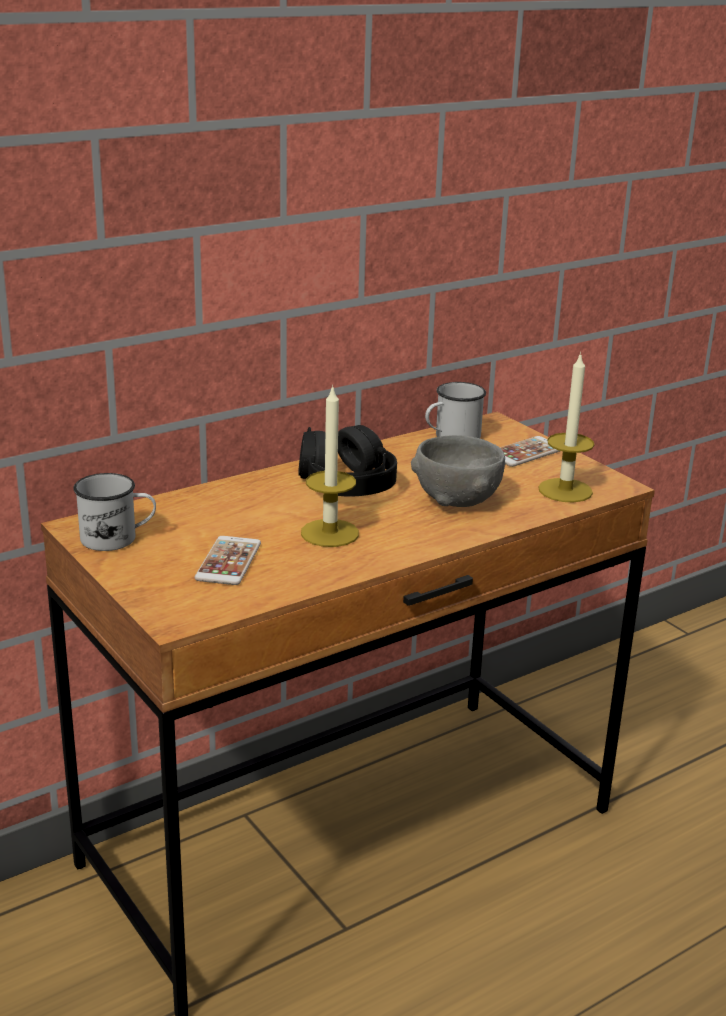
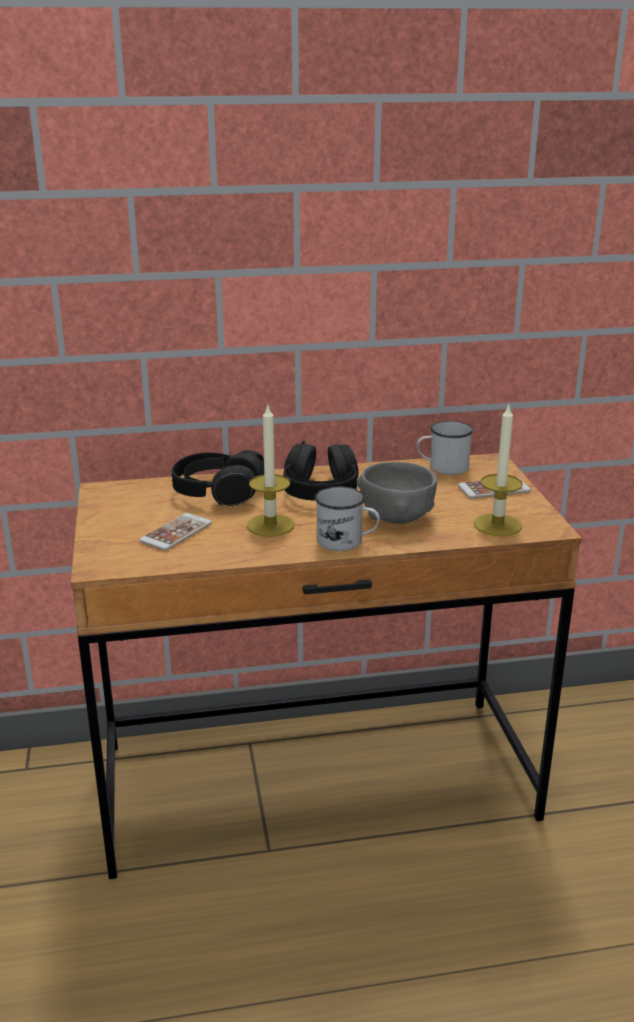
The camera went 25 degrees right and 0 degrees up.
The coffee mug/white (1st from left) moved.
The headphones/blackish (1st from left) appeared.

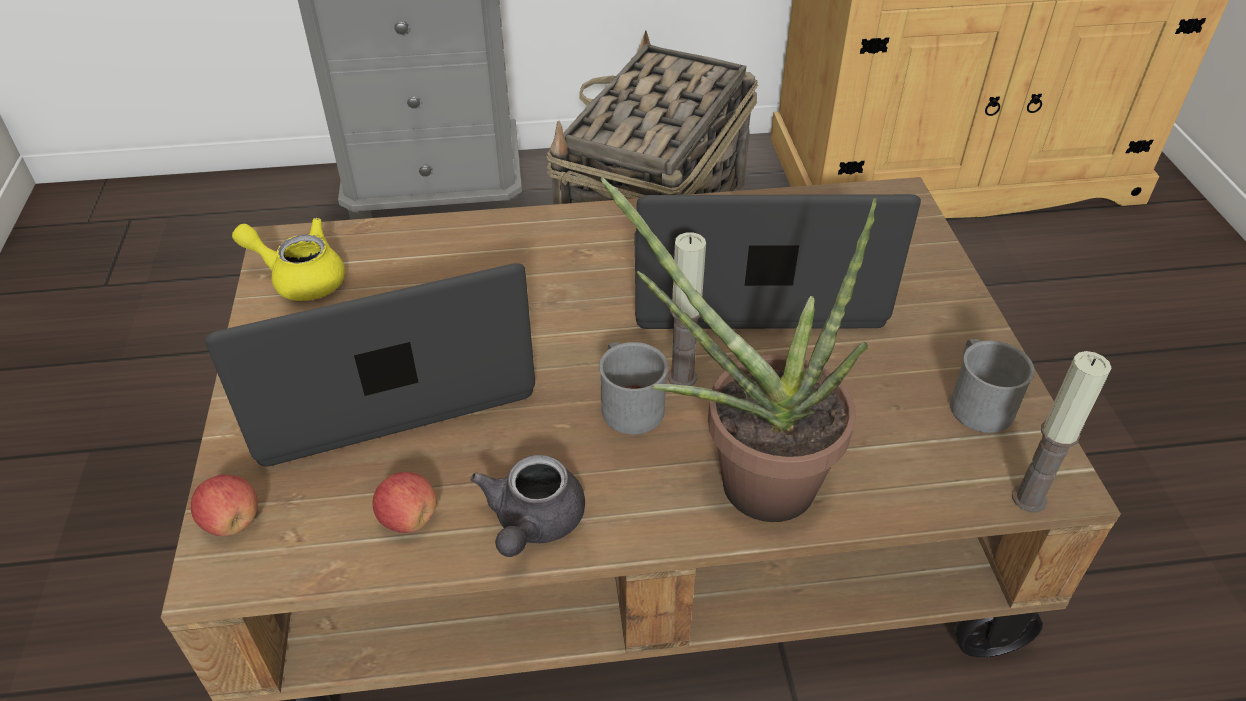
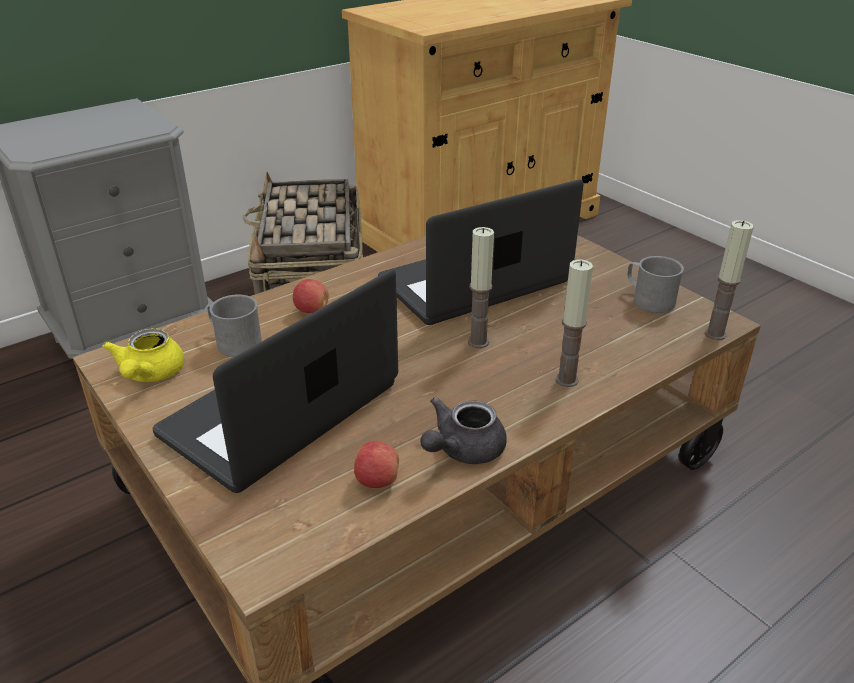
The camera went 30 degrees left and 10 degrees down.
The apple (1st from left) moved.
The teapot/yellowish turned 75 degrees counterclockwise.
The teapot/greyish turned 60 degrees clockwise.
The coffee mug/greyish (1st from left) moved.
The potted plant was replaced by the wax candle (2nd from left).

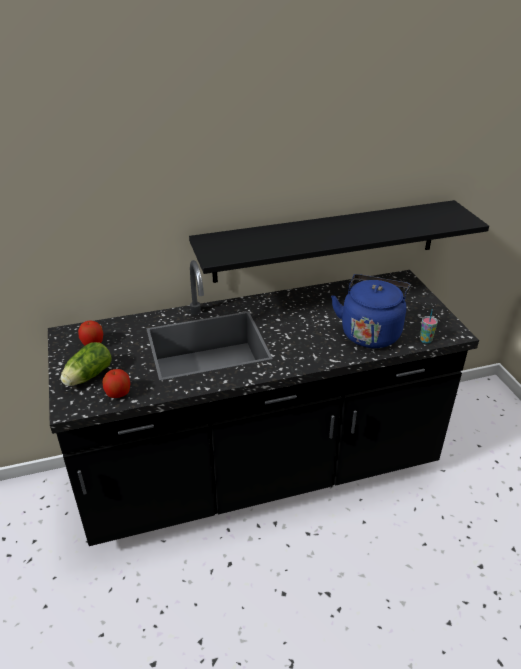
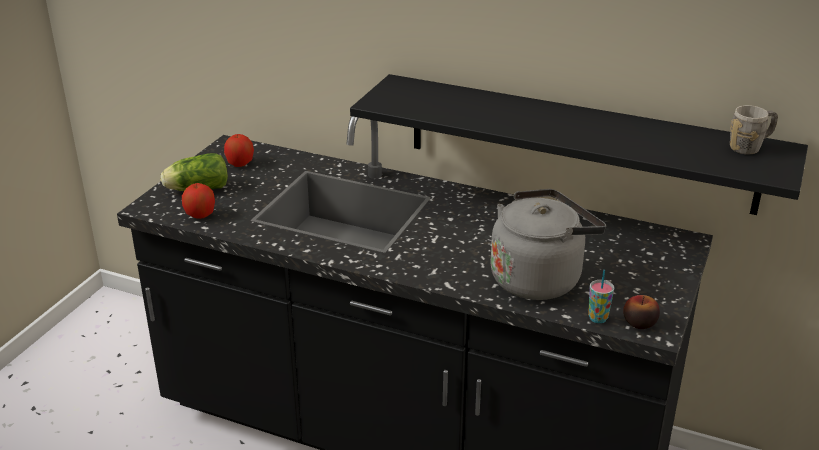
The camera went 40 degrees right and 5 degrees down.
The water kettle/bluish became the water kettle/greyish.
The apple (3rd from left) appeared.
The coffee mug/greyish appeared.

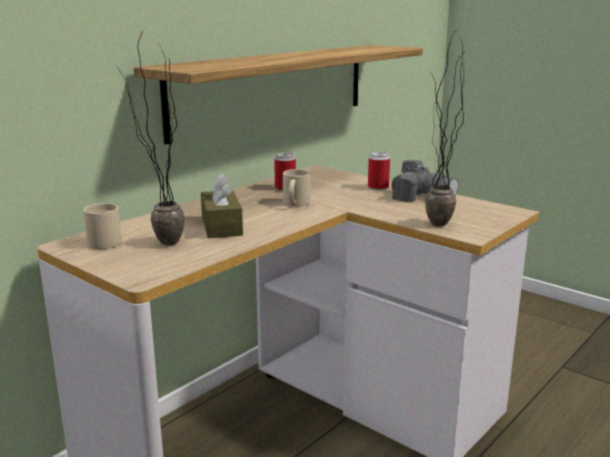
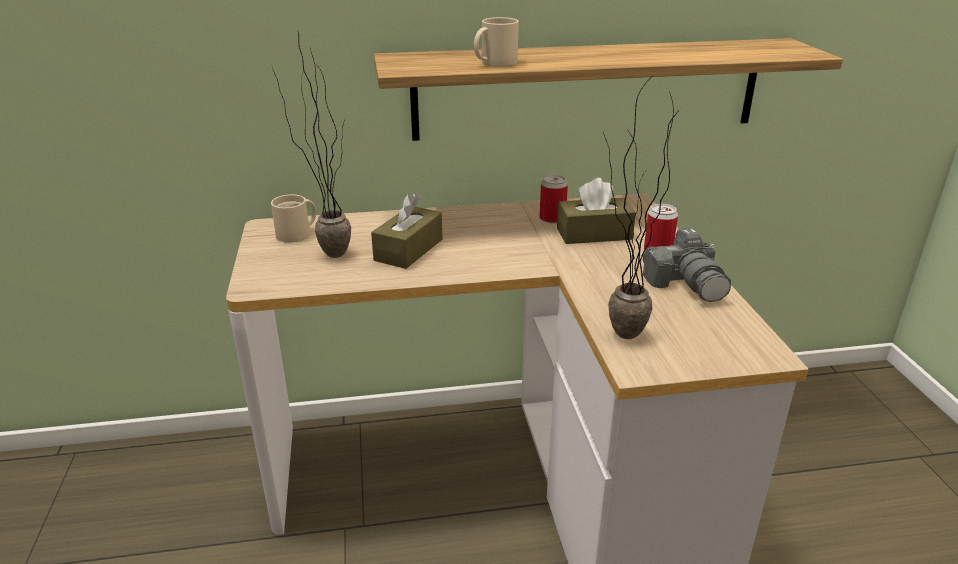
The camera went 40 degrees right and 10 degrees up.
The coffee mug/sand-coloured (2nd from left) moved.
The tissue box/brown-coloured (2nd from left) appeared.

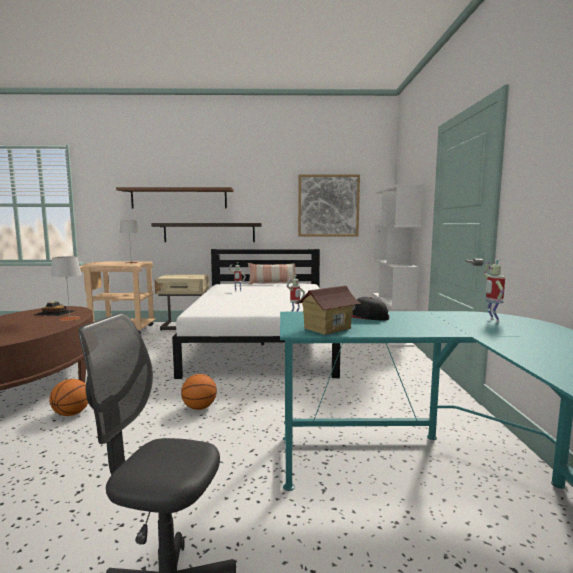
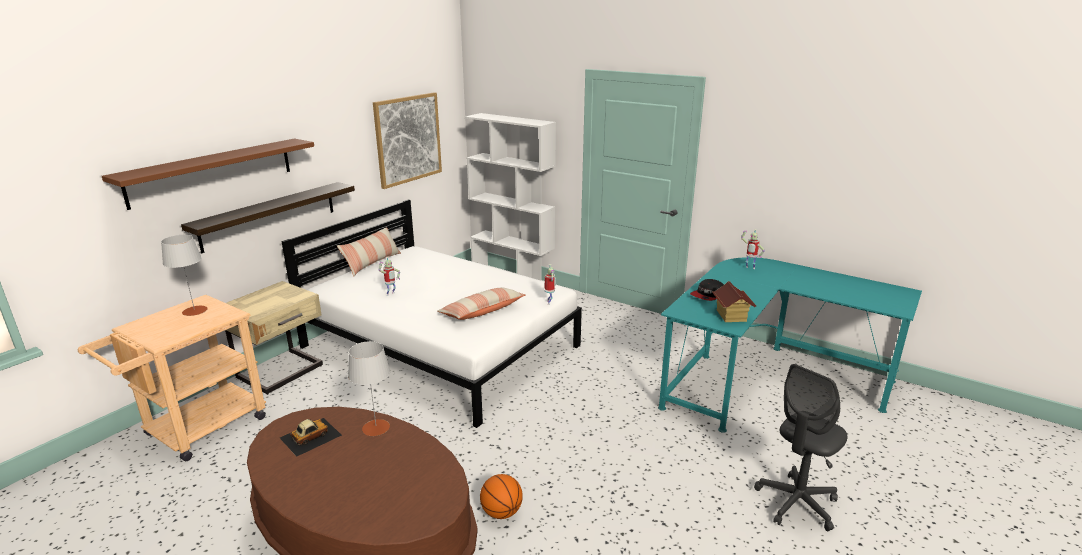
The camera went 55 degrees left and 15 degrees up.
The basketball (2nd from left) disappeared.
The cushion (2nd from left) appeared.

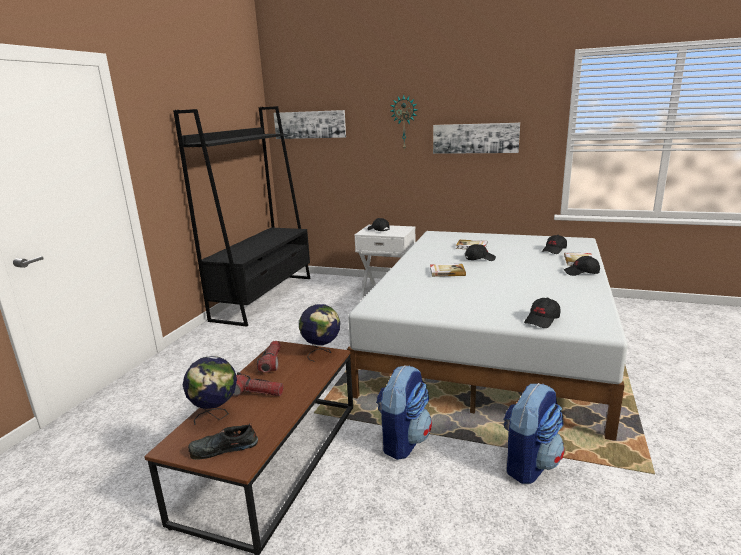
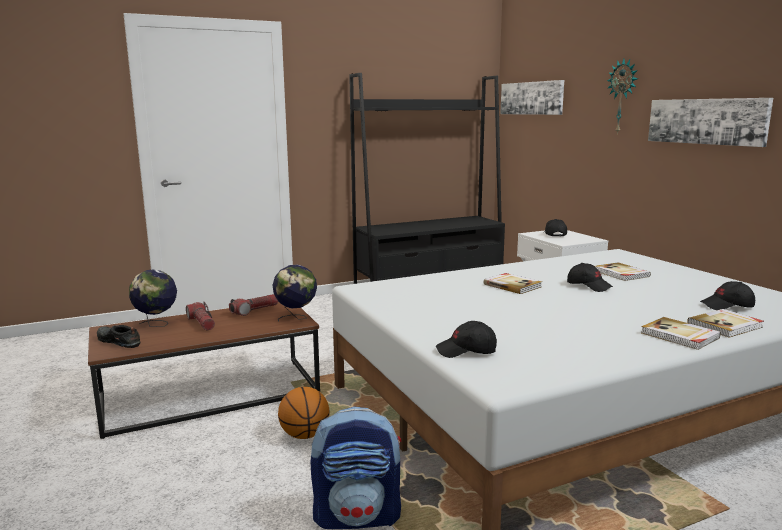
The camera went 45 degrees right and 5 degrees down.
The backpack (1st from left) was replaced by the basketball.
The cap/blackish (5th from left) was replaced by the book (3rd from left).

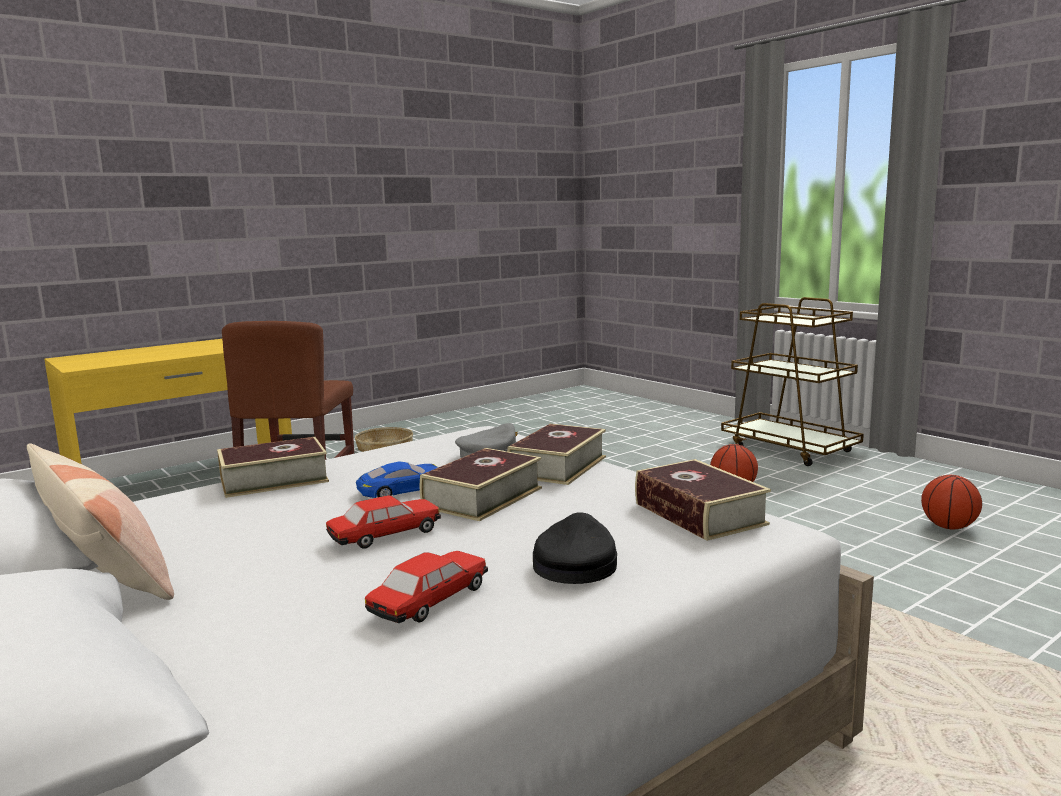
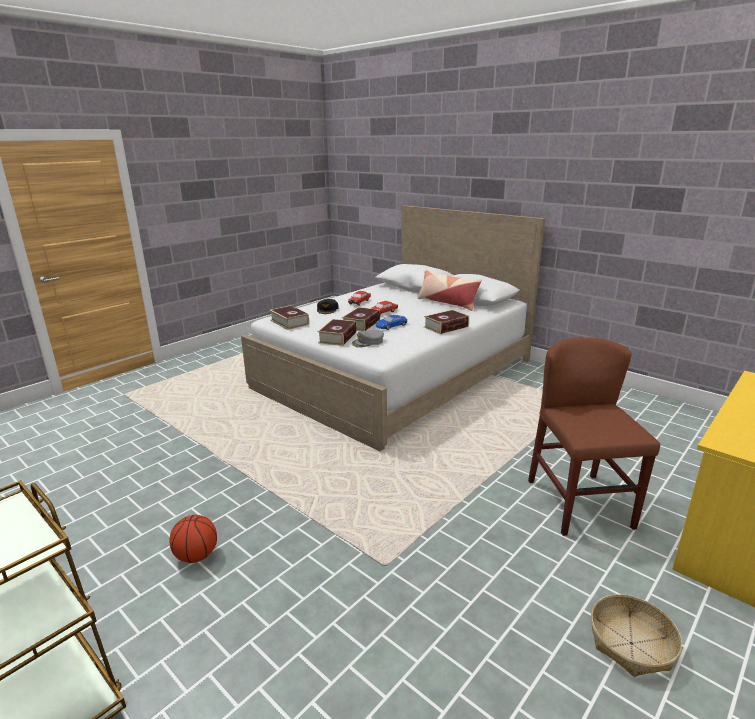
The camera went 170 degrees right and 10 degrees up.
The basketball (2nd from left) disappeared.

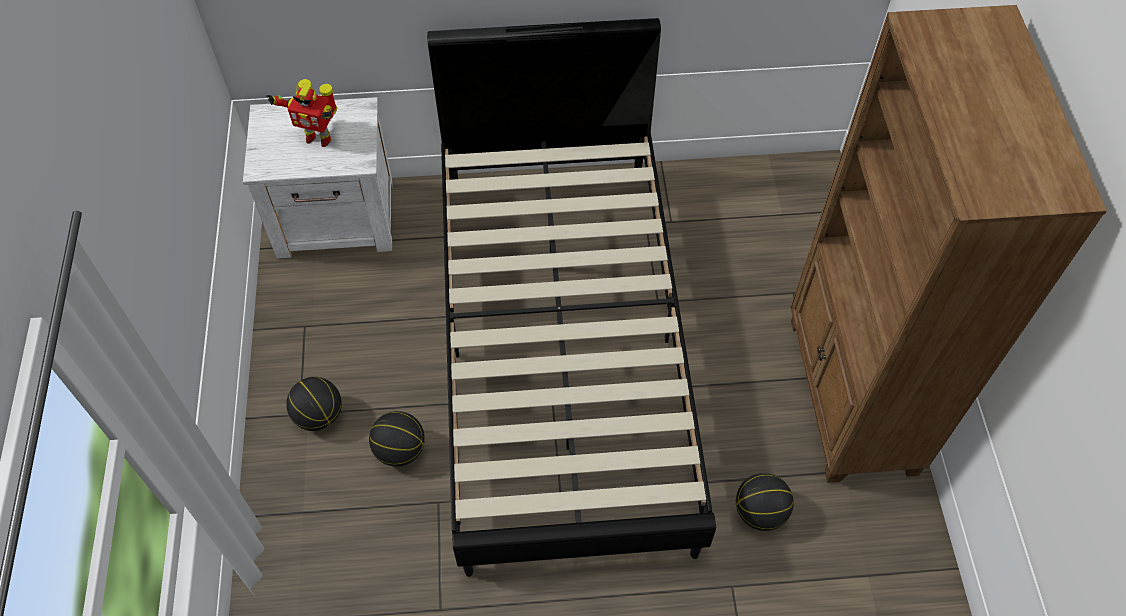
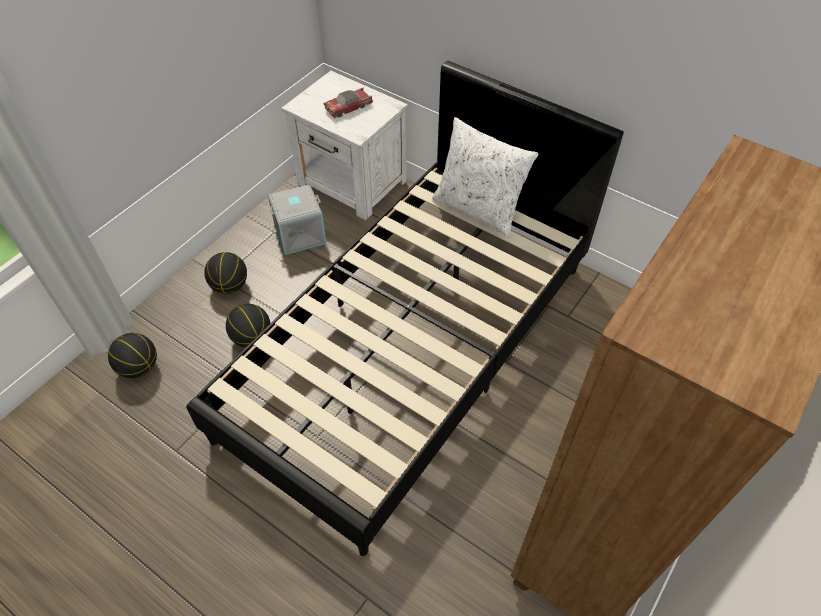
The camera went 40 degrees right and 5 degrees down.
The robot figure was replaced by the miniature car.
The basketball (3rd from left in the first image) moved.
The storage box/greyish appeared.
The cushion/white appeared.

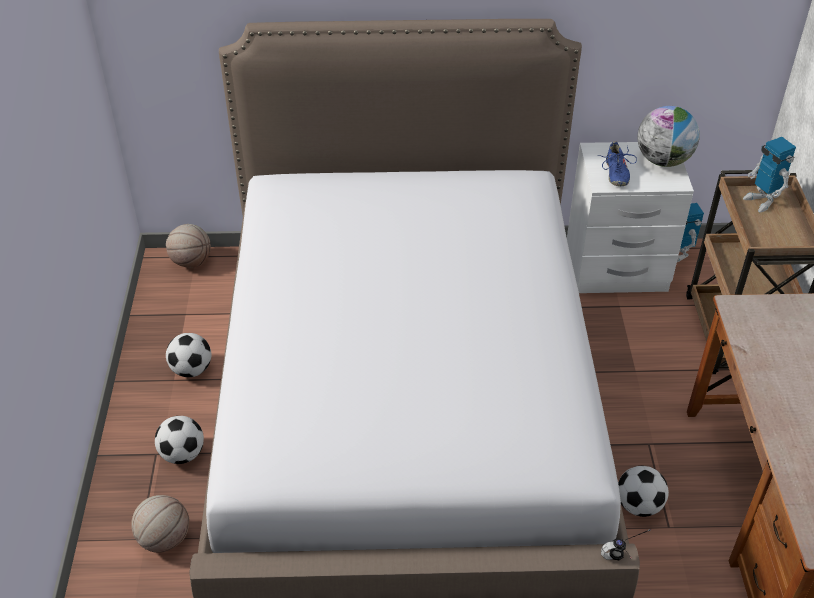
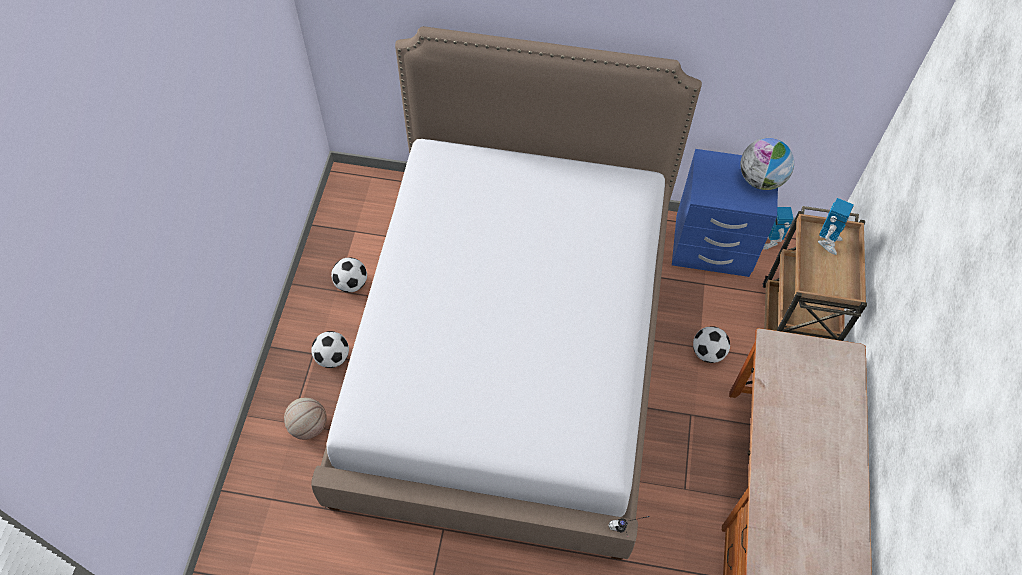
The camera went 10 degrees right and 15 degrees up.
The basketball (2nd from left) disappeared.
The bedside table/white became the bedside table/bluish.
The item of footwear/bluish disappeared.
The ball for football (3rd from left) moved.
The robot figure (2nd from left) turned 135 degrees counterclockwise.

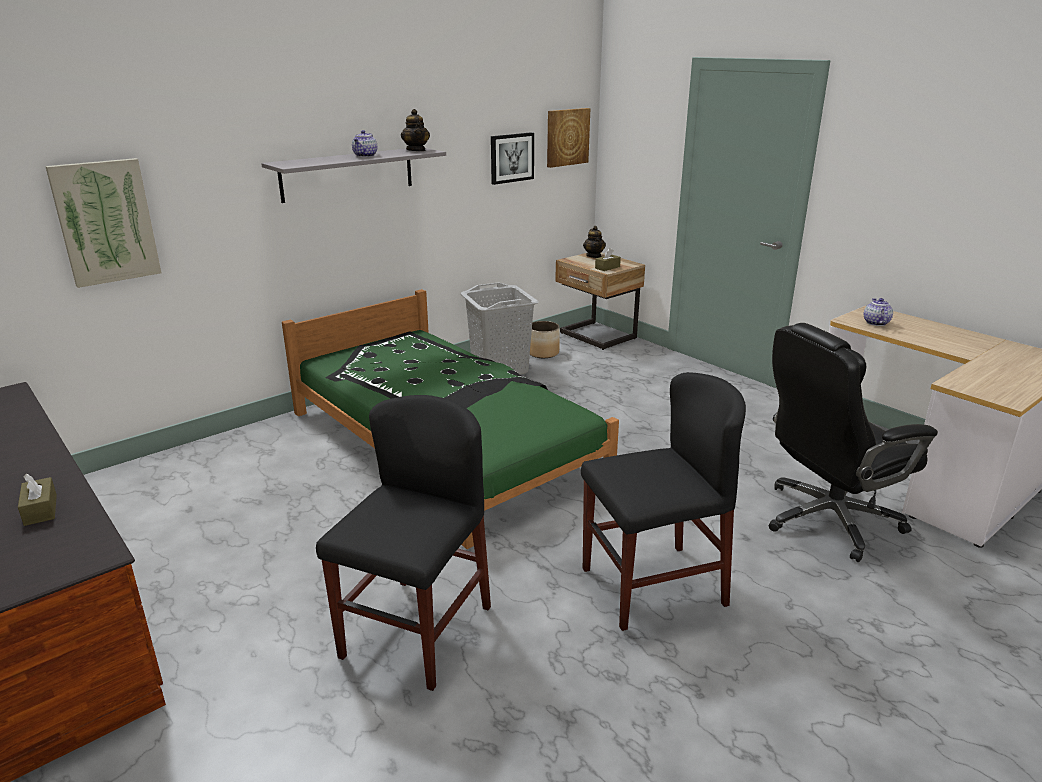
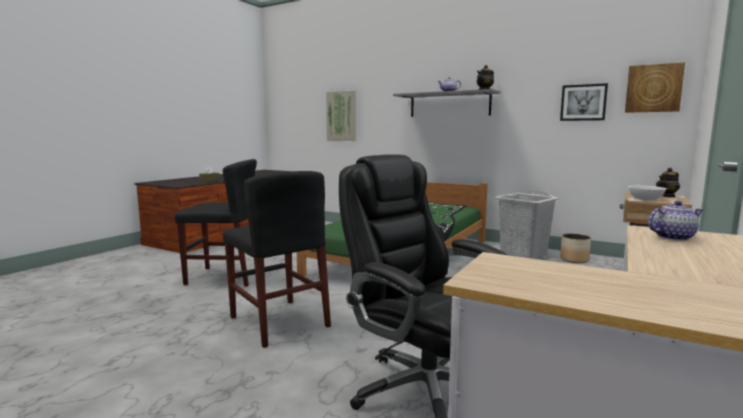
The camera went 70 degrees right and 15 degrees down.
The tissue box/brown-coloured (2nd from left) was replaced by the deep dish/white.

